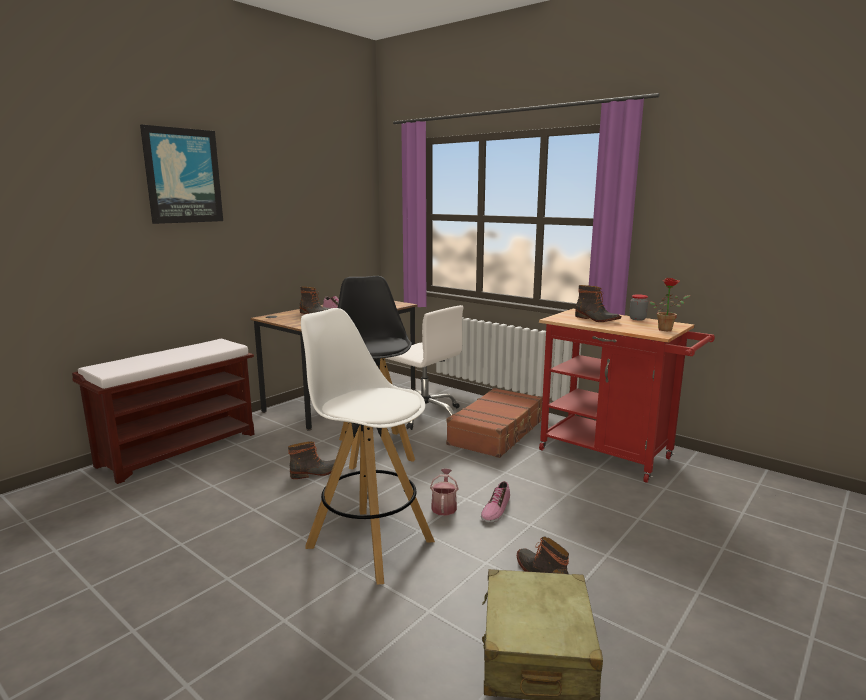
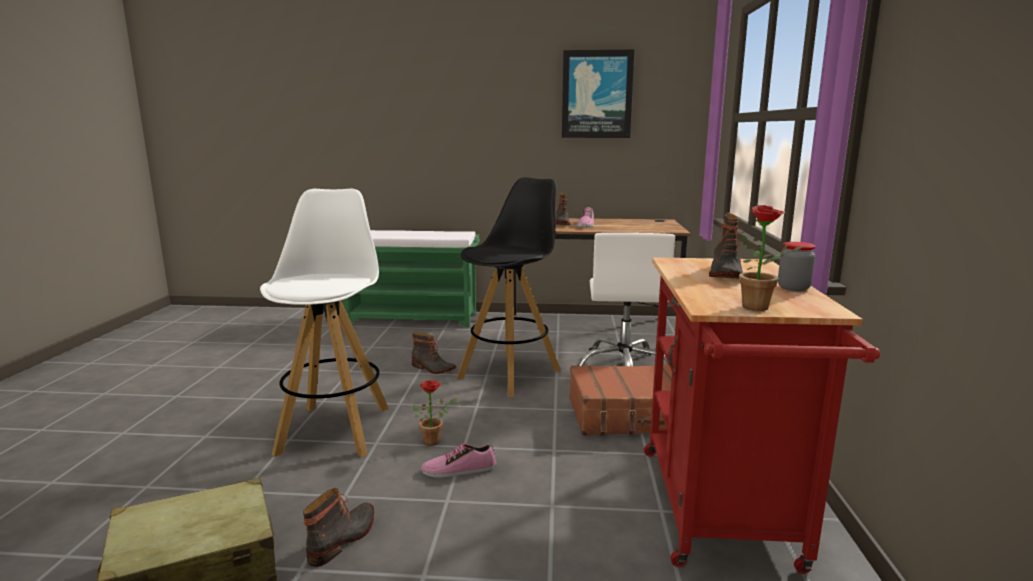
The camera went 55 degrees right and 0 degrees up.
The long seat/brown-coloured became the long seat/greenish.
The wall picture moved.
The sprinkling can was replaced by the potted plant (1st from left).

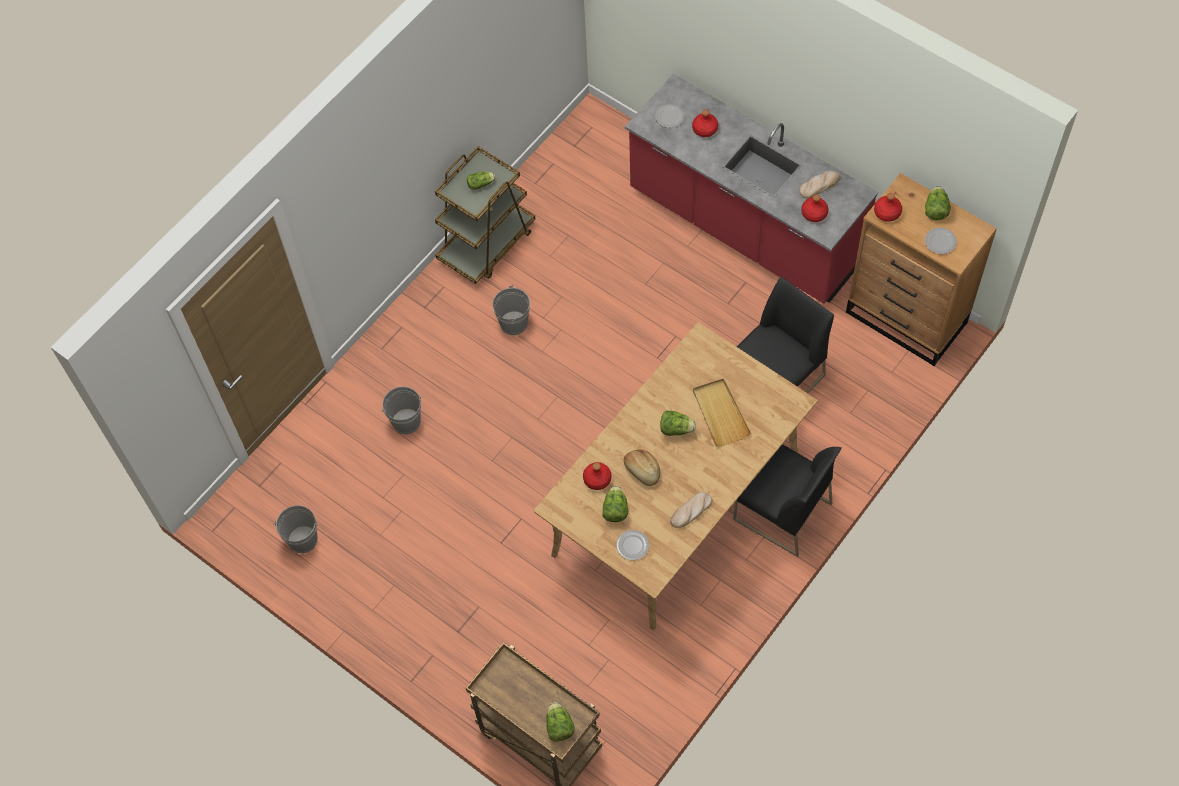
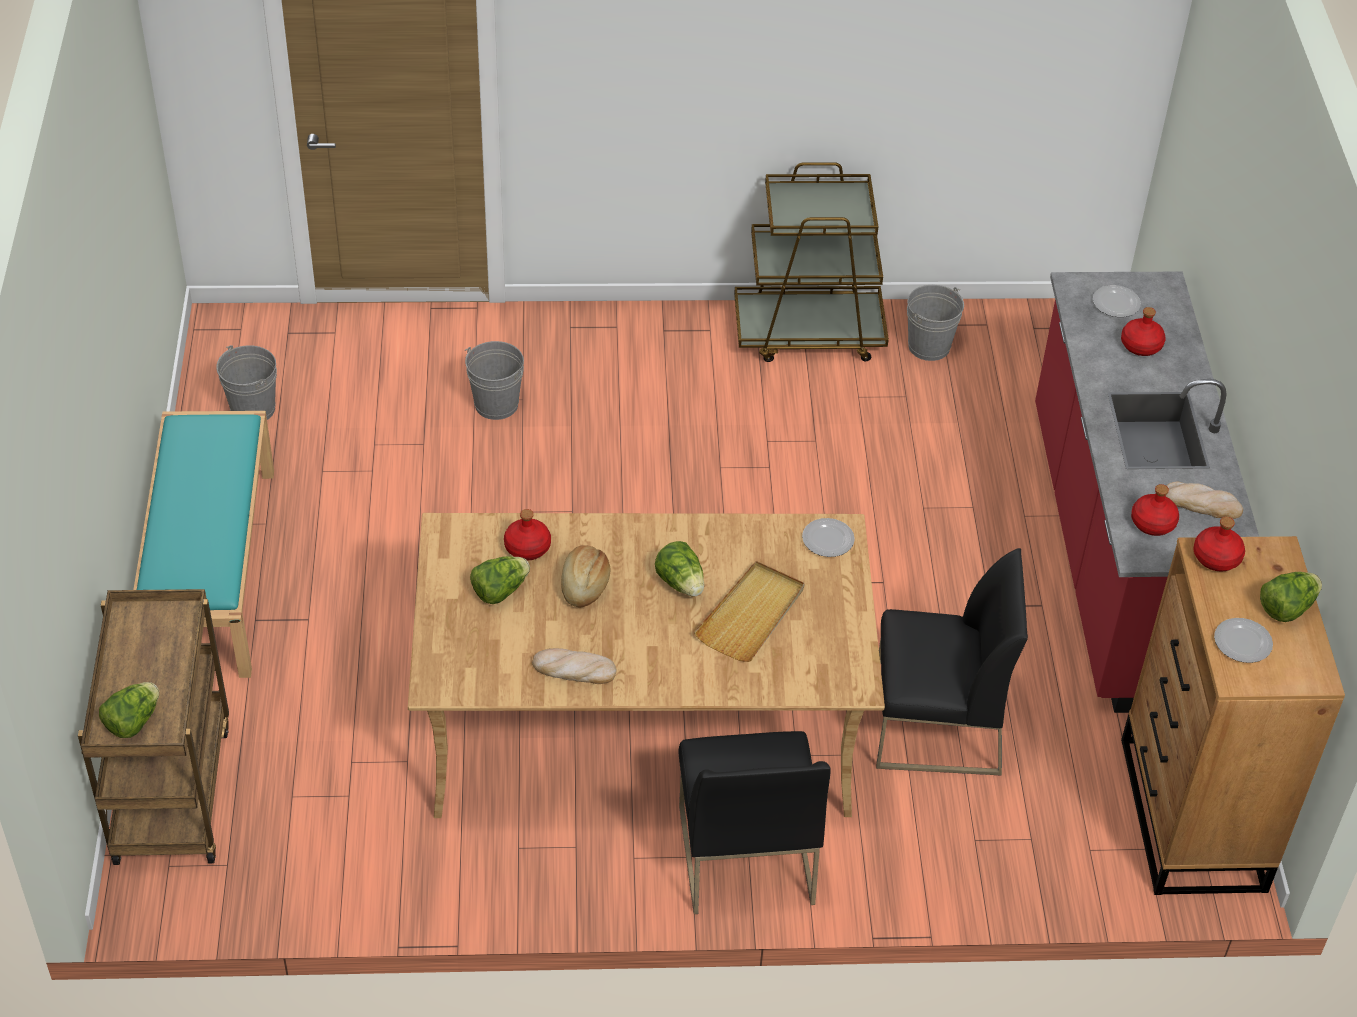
The camera went 45 degrees right and 15 degrees down.
The lettuce head (1st from left) disappeared.
The bucket/greyish (3rd from left) moved.
The flat dish (1st from left) moved.
The long seat/turquoise-coloured appeared.

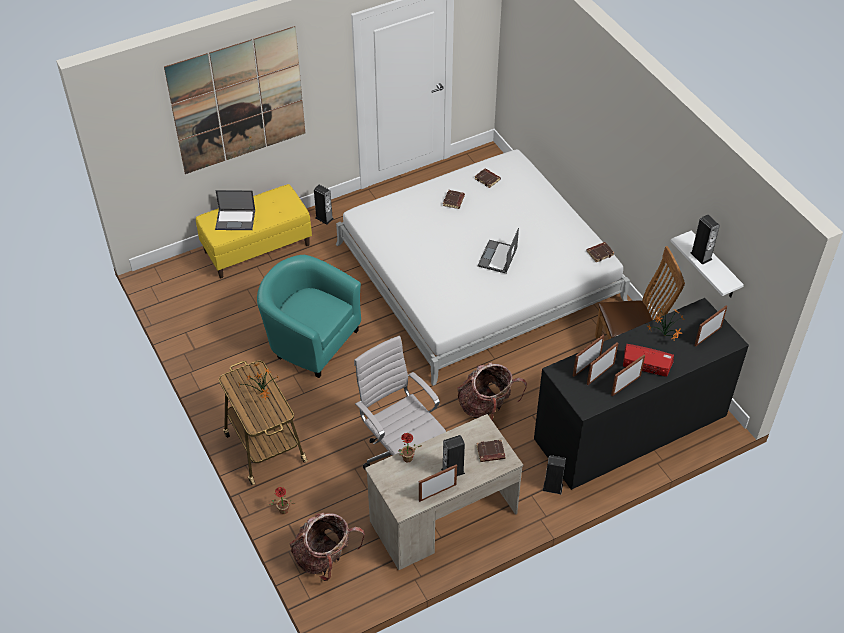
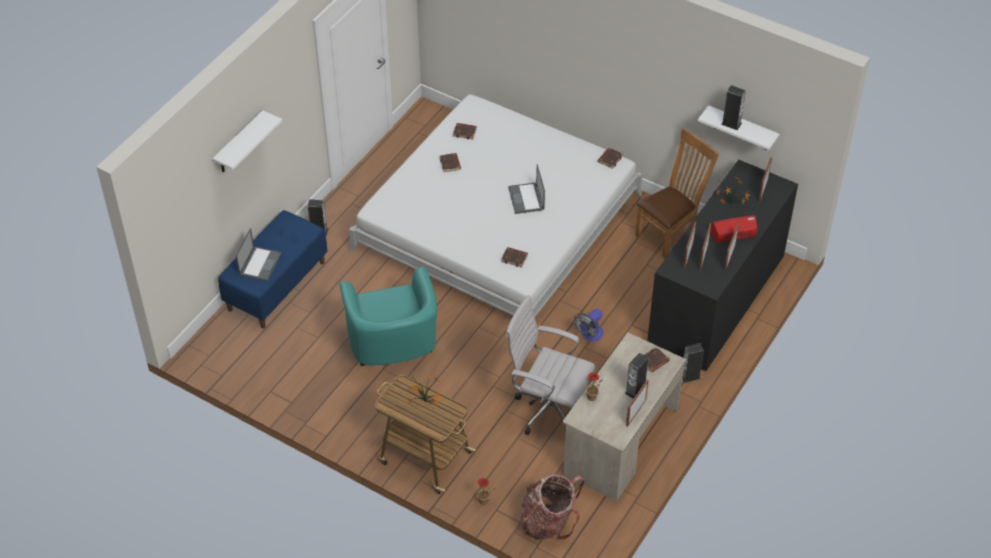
The camera went 30 degrees left and 0 degrees up.
The wall picture was replaced by the bracket shelf/white (1st from left).
The long seat/yellowish became the long seat/bluish.
The portable computer (1st from left) turned 45 degrees counterclockwise.
The armchair/turquoise-coloured turned 105 degrees counterclockwise.
The backpack (2nd from left) was replaced by the electric fan.
The book/brown-coloured (3rd from left) appeared.

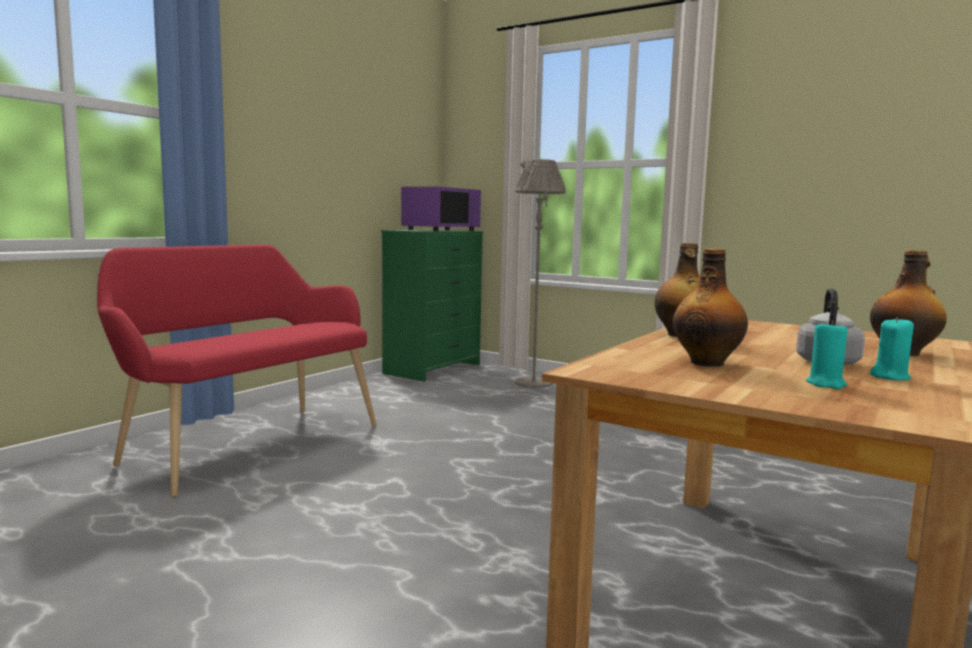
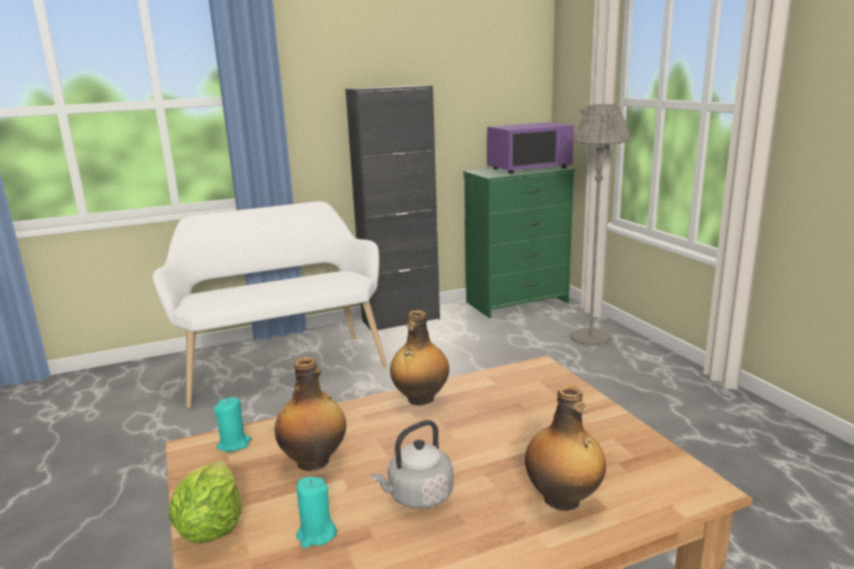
The camera went 35 degrees right and 10 degrees up.
The long seat/red-coloured became the long seat/white.
The wax candle/turquoise-coloured (2nd from left in the first image) moved.
The lettuce head appeared.
The storage cabinet/blackish appeared.

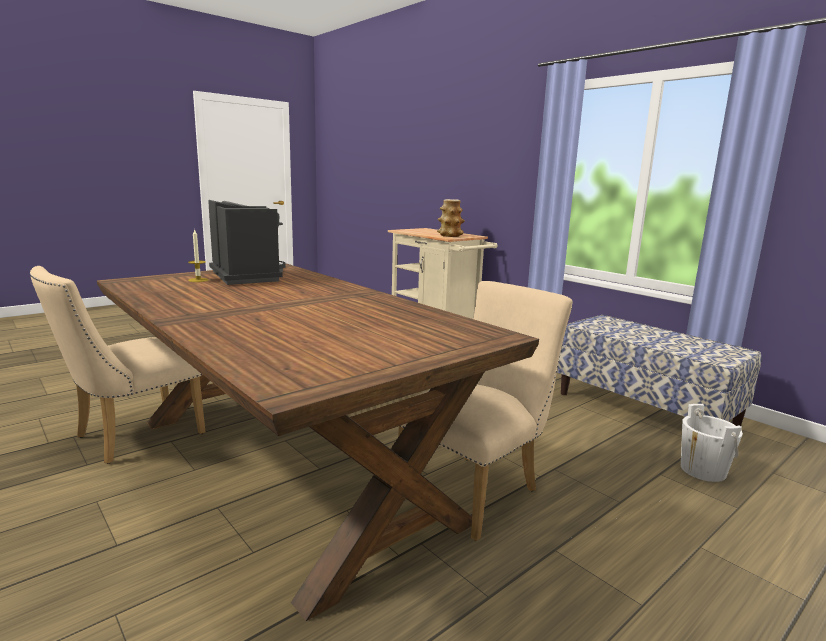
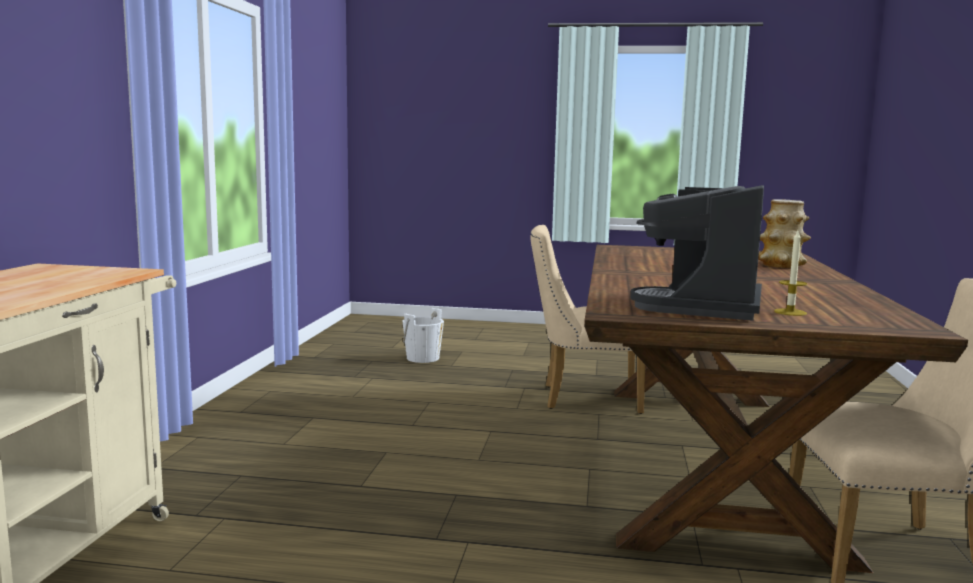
The camera went 130 degrees left and 5 degrees down.
The decorative vase moved.
The long seat disappeared.

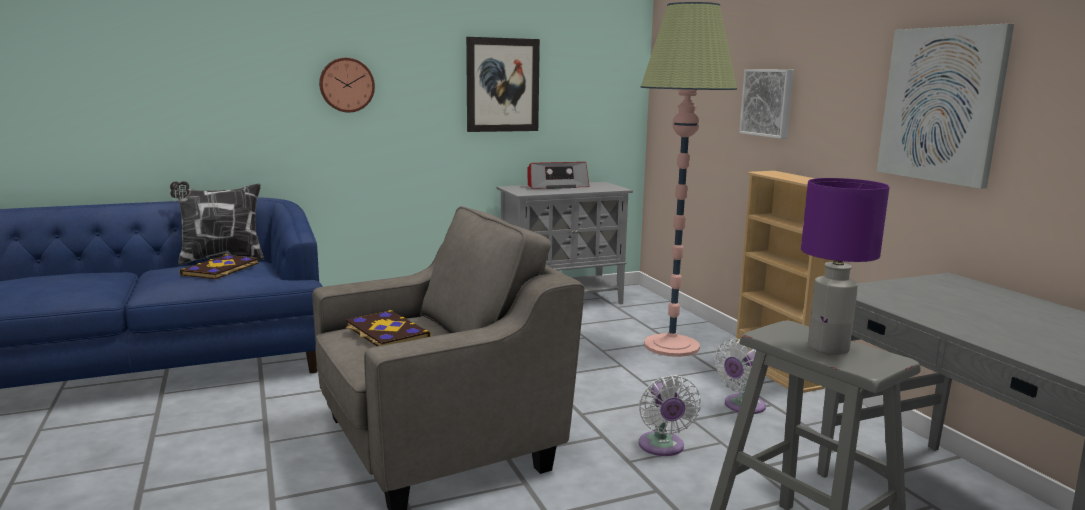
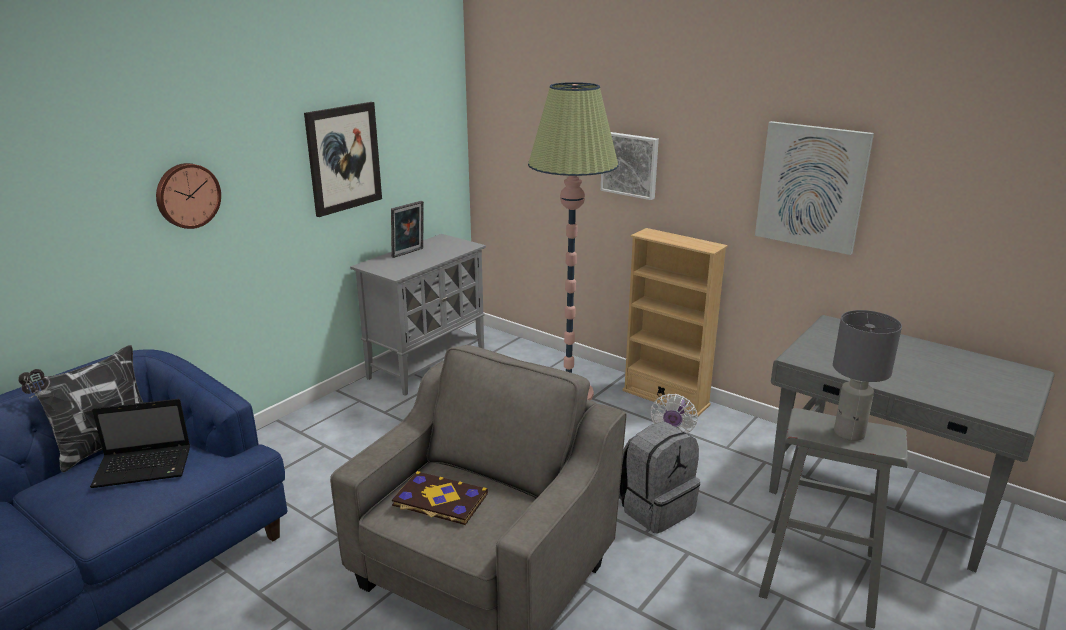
The camera went 30 degrees left and 10 degrees up.
The book (1st from left) was replaced by the portable computer.
The radio receiver was replaced by the picture frame.
The electric fan/white (1st from left) was replaced by the backpack/greyish.
The lamp for a table/purple-coloured became the lamp for a table/greyish.

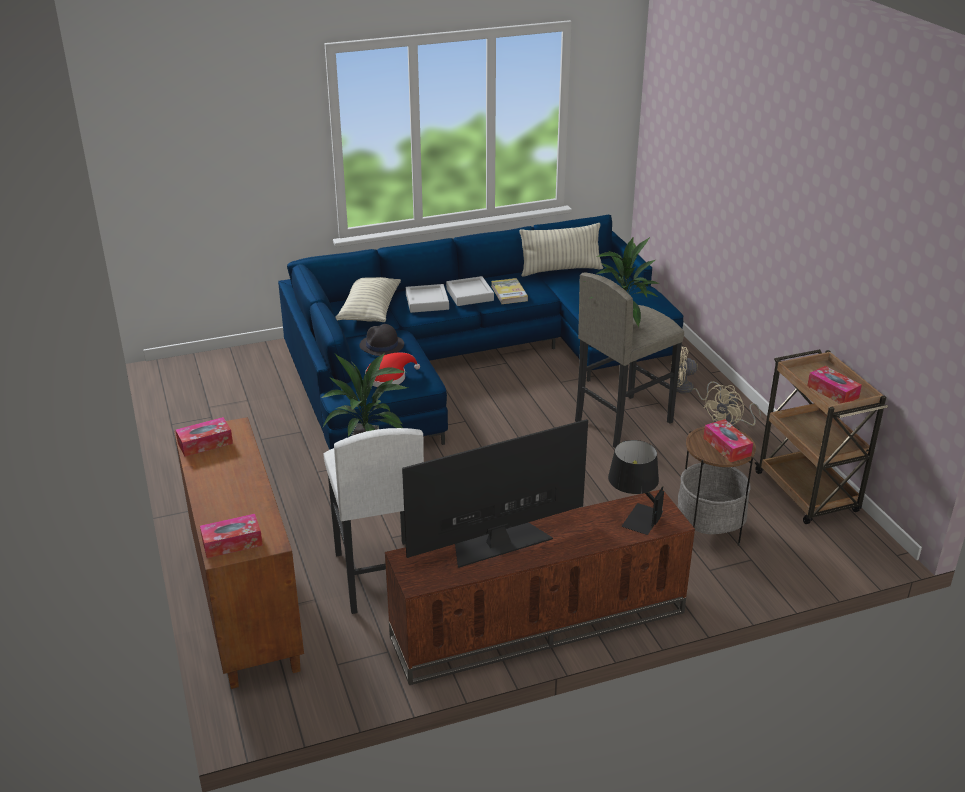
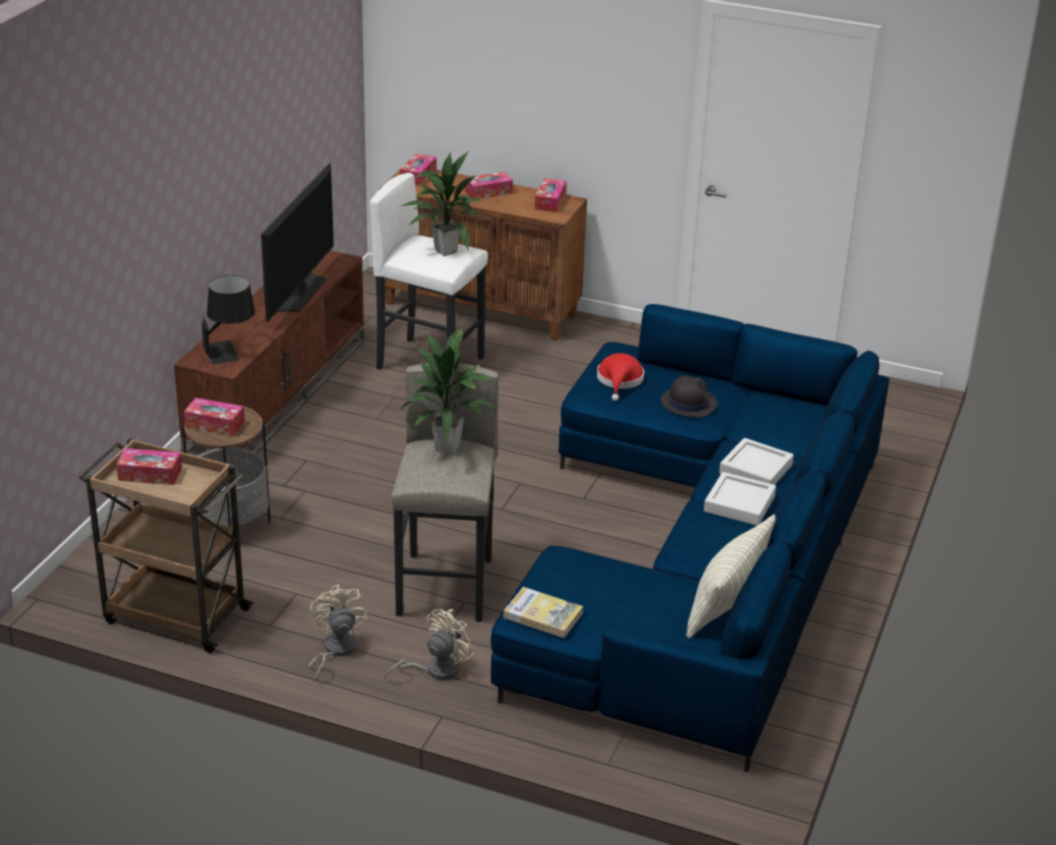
The camera went 130 degrees right and 0 degrees up.
The cushion (1st from left) disappeared.
The book moved.
The tissue box (4th from left) appeared.

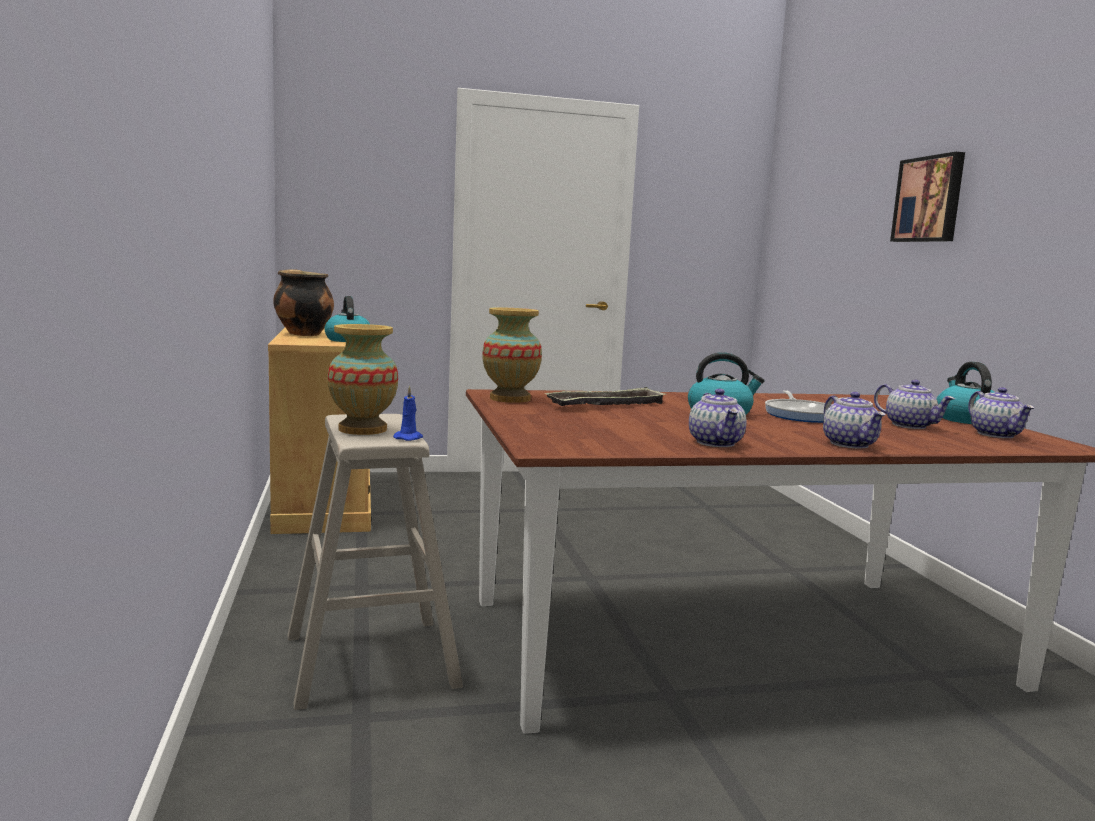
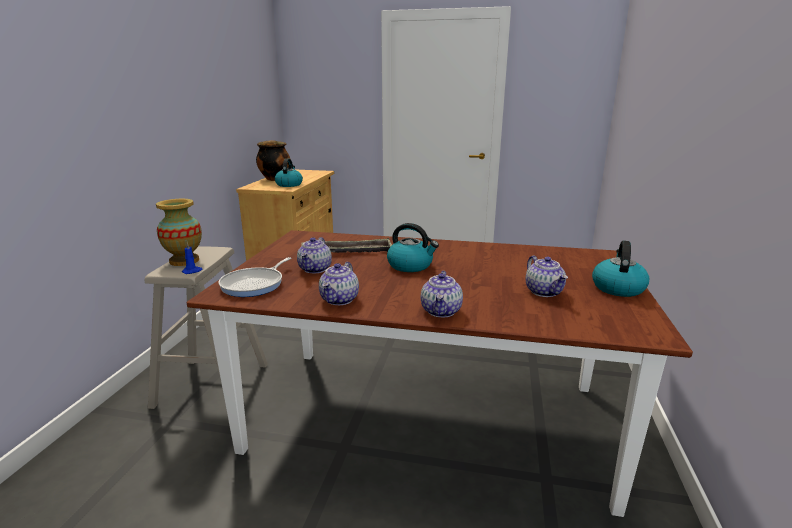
The camera went 25 degrees right and 10 degrees up.
The decorative vase (2nd from left) disappeared.
The pan moved.
The wall picture disappeared.
The teapot (4th from left in the first image) moved.

